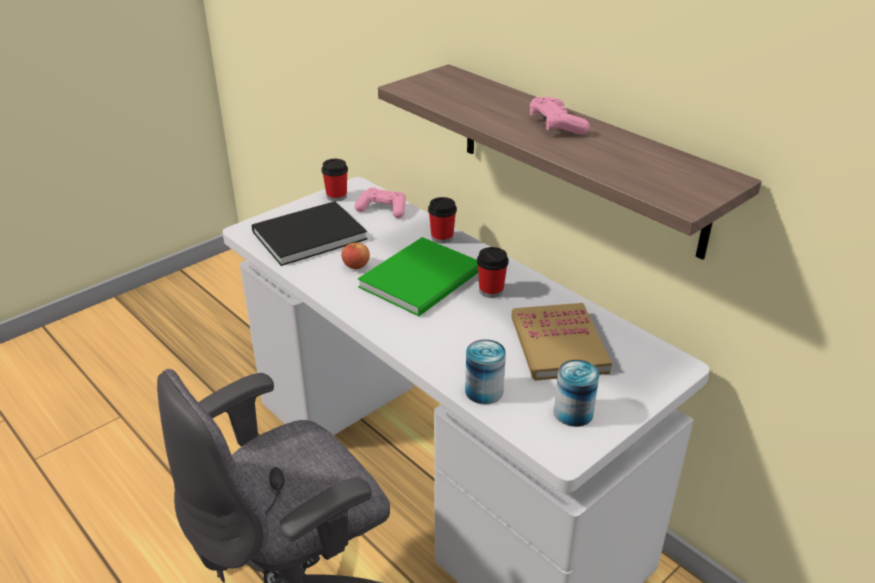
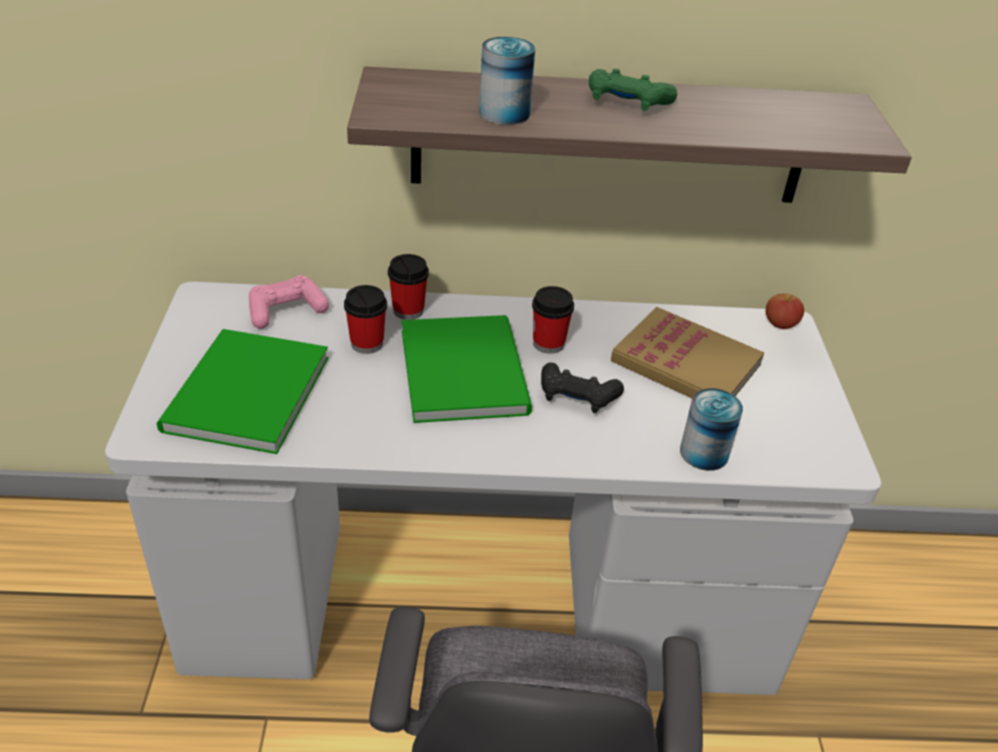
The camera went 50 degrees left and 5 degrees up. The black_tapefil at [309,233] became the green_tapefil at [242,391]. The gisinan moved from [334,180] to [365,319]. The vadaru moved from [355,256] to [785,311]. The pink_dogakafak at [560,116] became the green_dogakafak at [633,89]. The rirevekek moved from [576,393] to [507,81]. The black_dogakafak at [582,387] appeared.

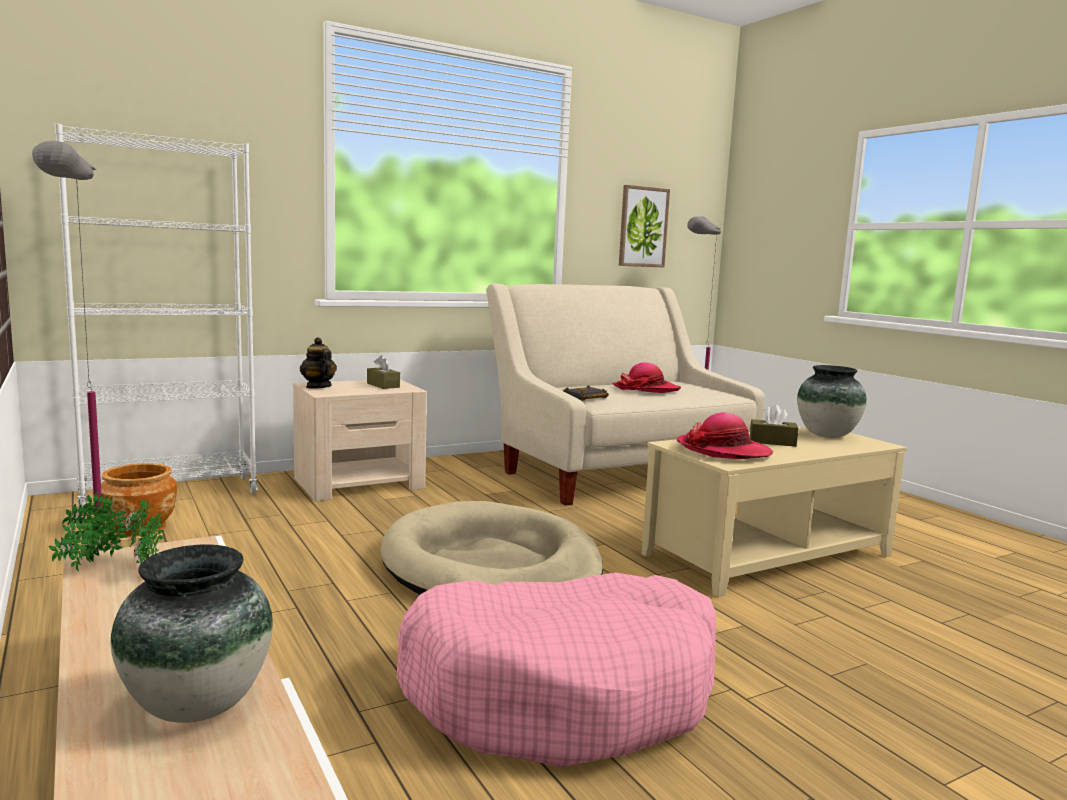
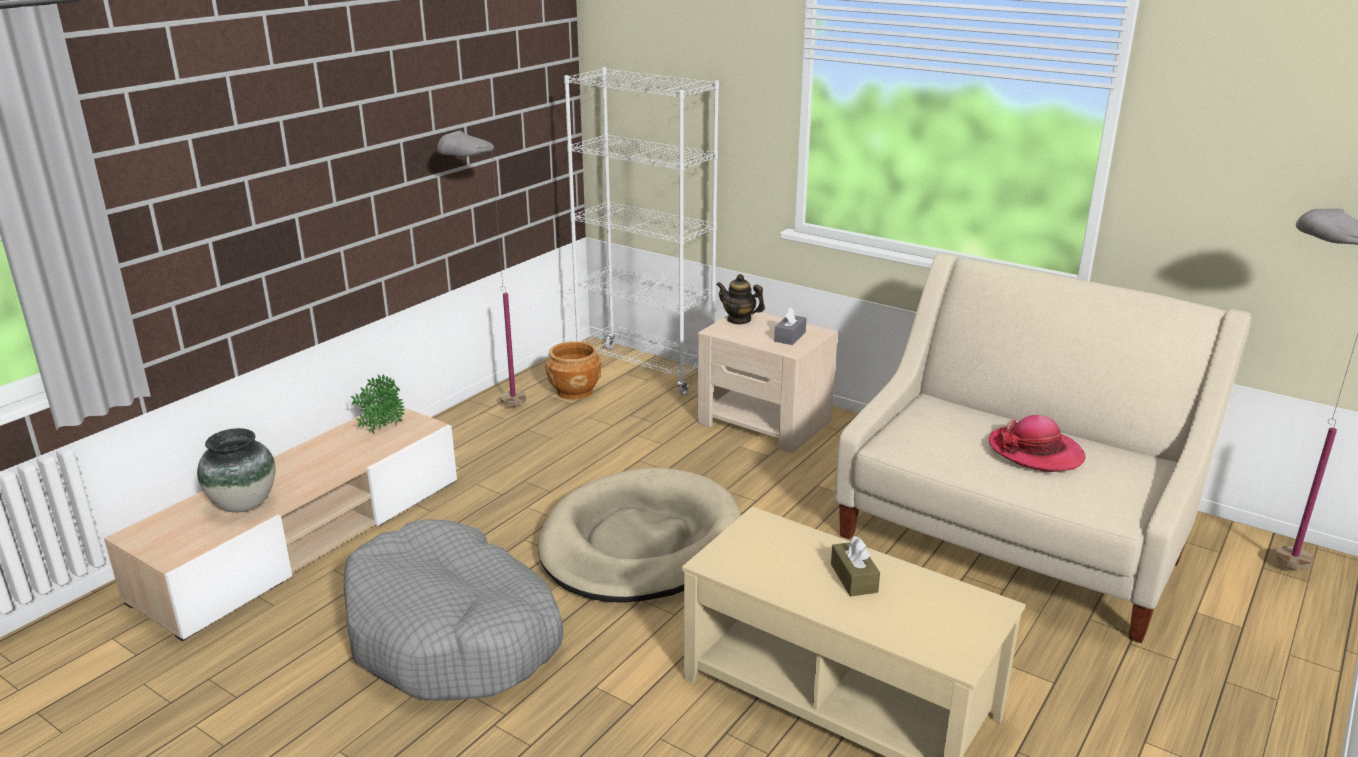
The camera went 65 degrees right and 15 degrees up. The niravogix at [318,363] turned 90 degrees counterclockwise. The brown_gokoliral at [383,372] became the grey_gokoliral at [790,326]. The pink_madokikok at [556,669] became the grey_madokikok at [453,610]. The black_tapefil at [586,393] disappeared. The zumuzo at [644,226] disappeared. The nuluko at [725,435] disappeared. The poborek at [832,401] disappeared.

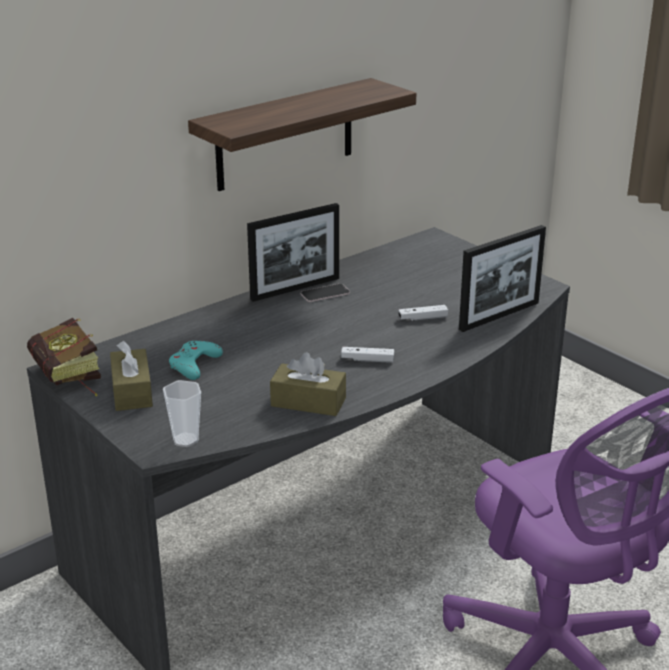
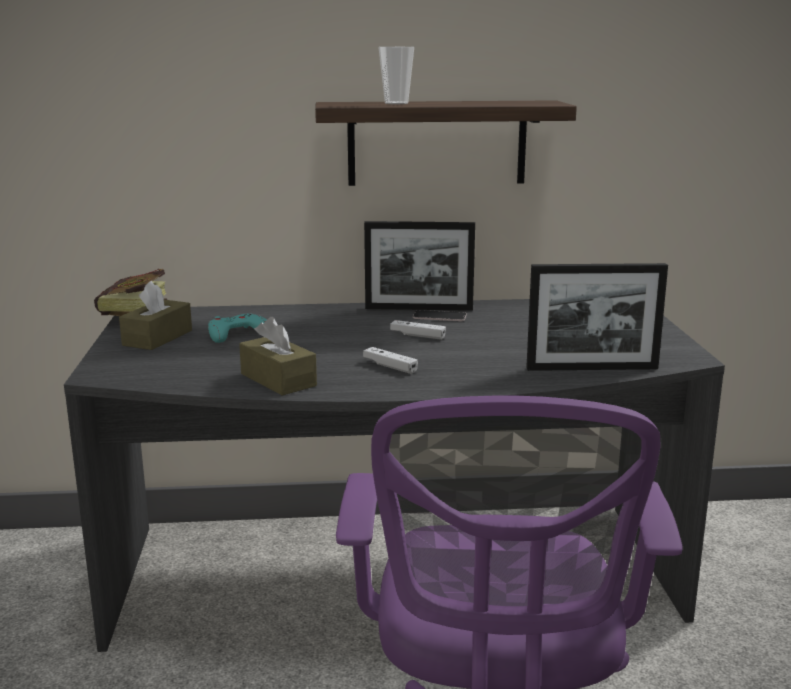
The camera went 35 degrees right and 10 degrees down. The gisinan moved from [182,413] to [396,76]. The white_dogakafak moved from [423,313] to [418,330].

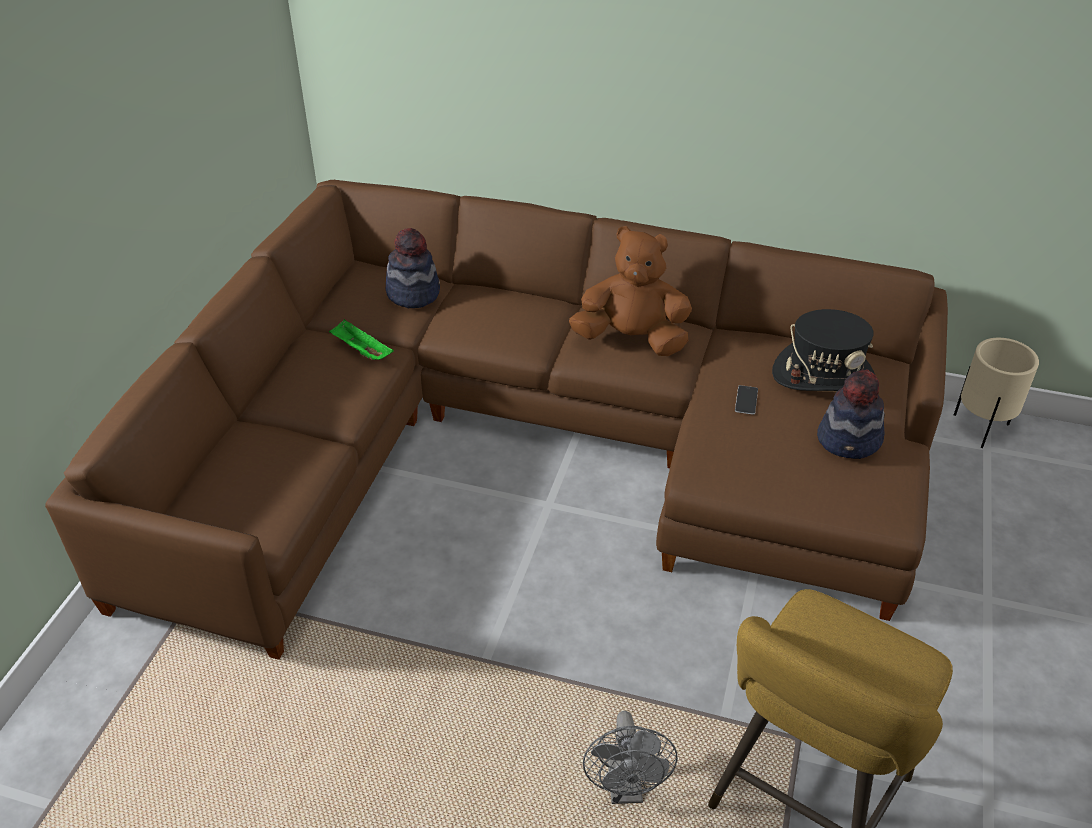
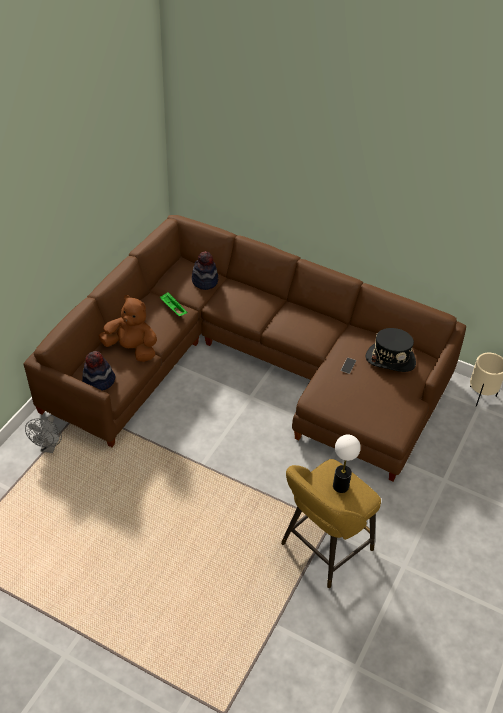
The camera went 10 degrees right and 5 degrees up. The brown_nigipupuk moved from [630,291] to [128,328]. The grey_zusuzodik moved from [630,757] to [43,434]. The nuluko moved from [851,414] to [98,371]. The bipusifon at [347,464] appeared.

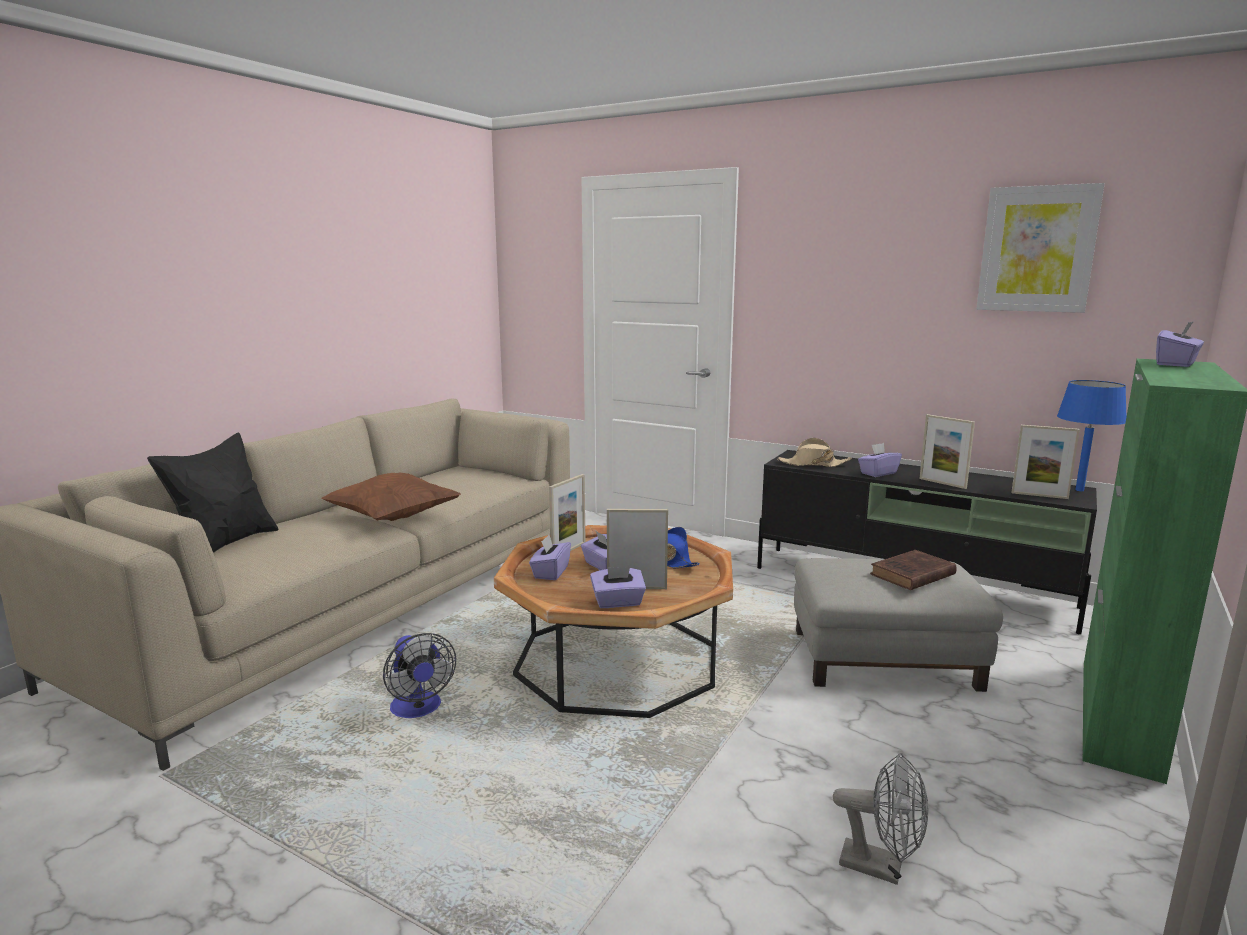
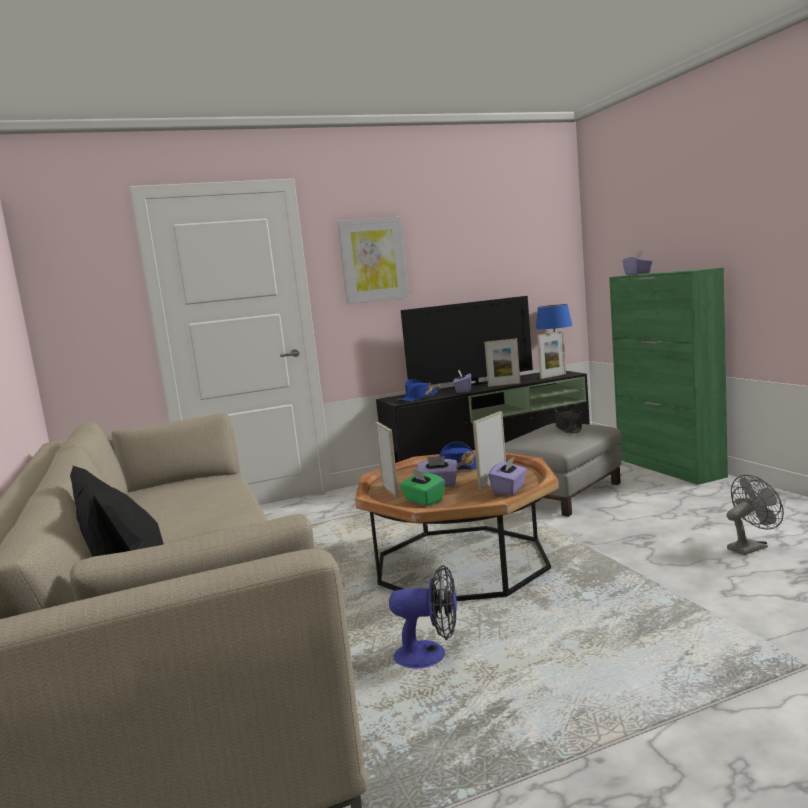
The camera went 50 degrees left and 5 degrees down. The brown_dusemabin at [391,497] disappeared. The purple_gokoliral at [550,557] became the green_gokoliral at [422,487]. The beige_nuluko at [814,452] became the blue_nuluko at [418,390]. The brown_tapefil at [913,570] was replaced by the black_nuluko at [568,421]. The zumuzo moved from [1040,248] to [373,260]. The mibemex at [467,342] appeared.

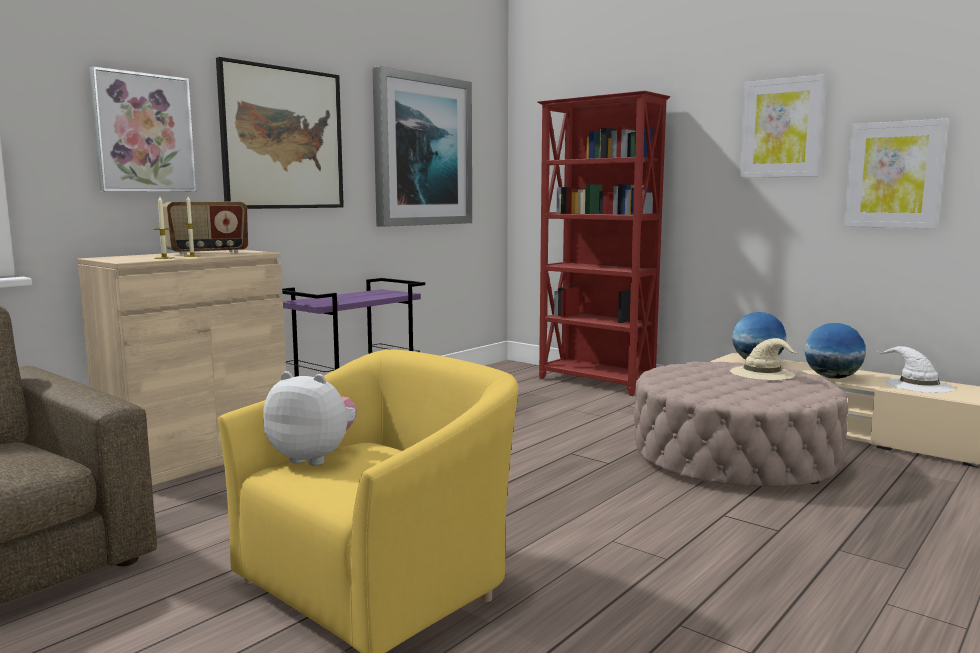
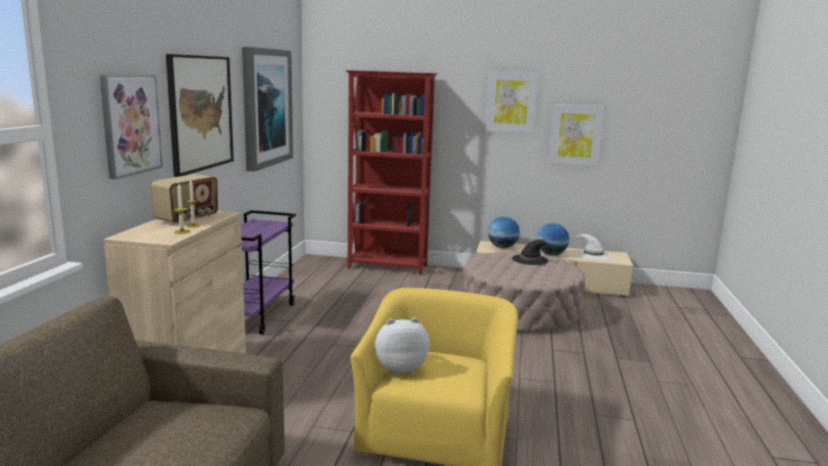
The camera went 30 degrees left and 5 degrees up. The beige_nuluko at [763,359] became the black_nuluko at [533,252].

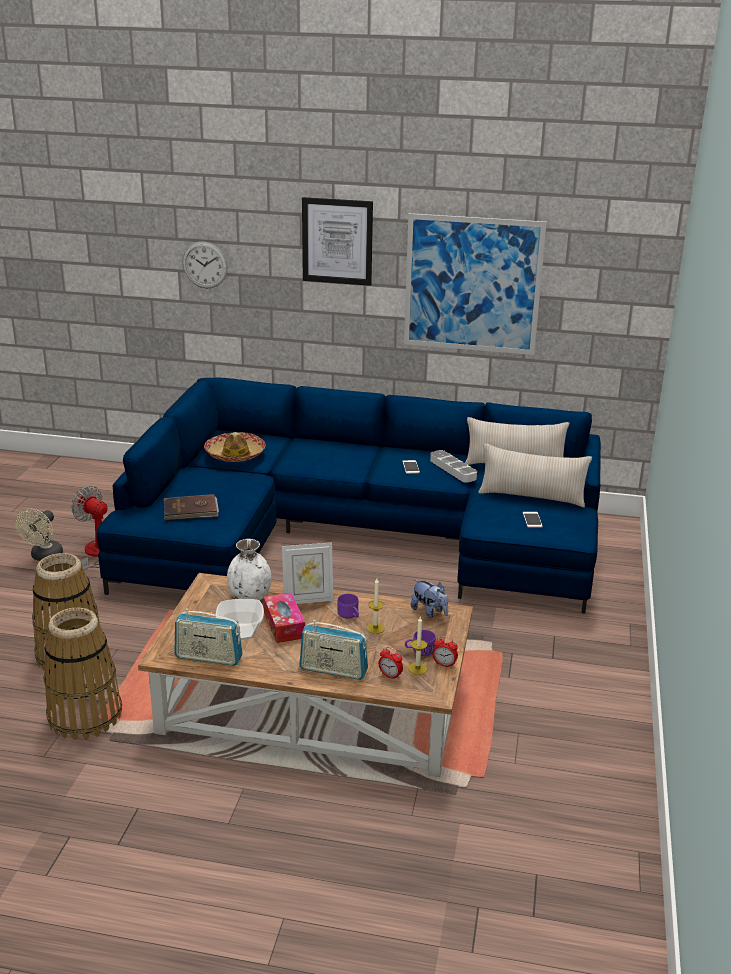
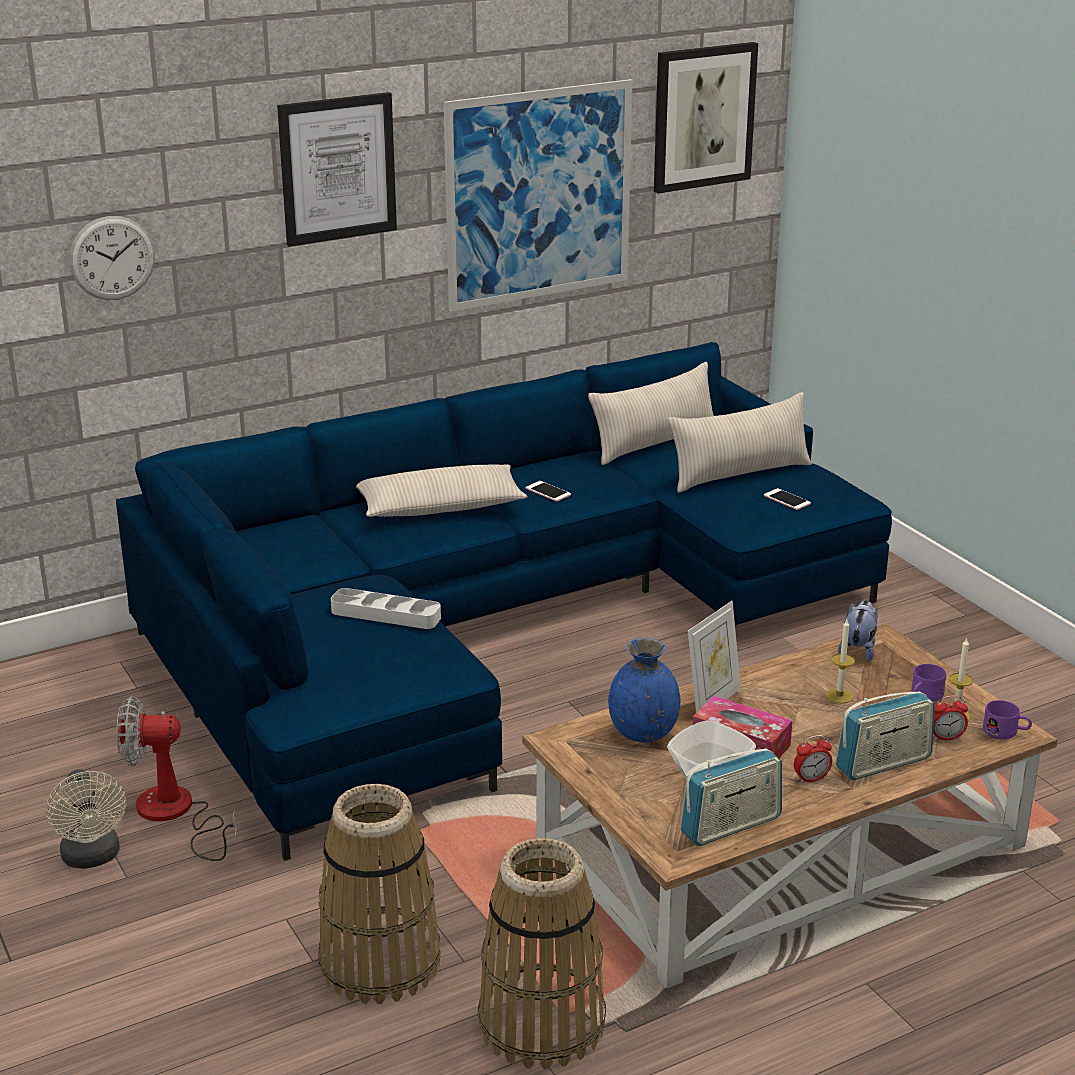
The camera went 40 degrees left and 0 degrees up. The brown_tapefil at [191,507] disappeared. The nuluko at [235,447] disappeared. The white_poborek at [249,570] became the blue_poborek at [644,690]. The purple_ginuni moved from [348,606] to [1007,720]. The nigipupuk at [429,599] turned 75 degrees counterclockwise. The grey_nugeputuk moved from [453,466] to [386,608]. The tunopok moved from [445,652] to [813,759]. The beige_dusemabin at [442,490] appeared. The zumuzo at [706,118] appeared.

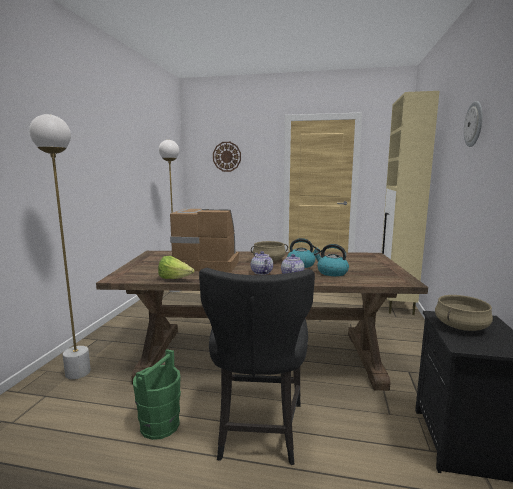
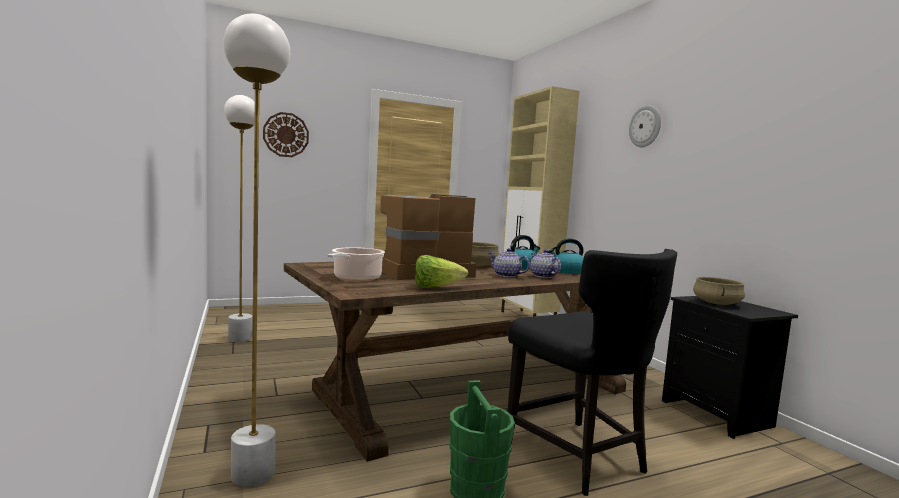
The camera went 35 degrees left and 5 degrees down. The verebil at [356,264] appeared.

